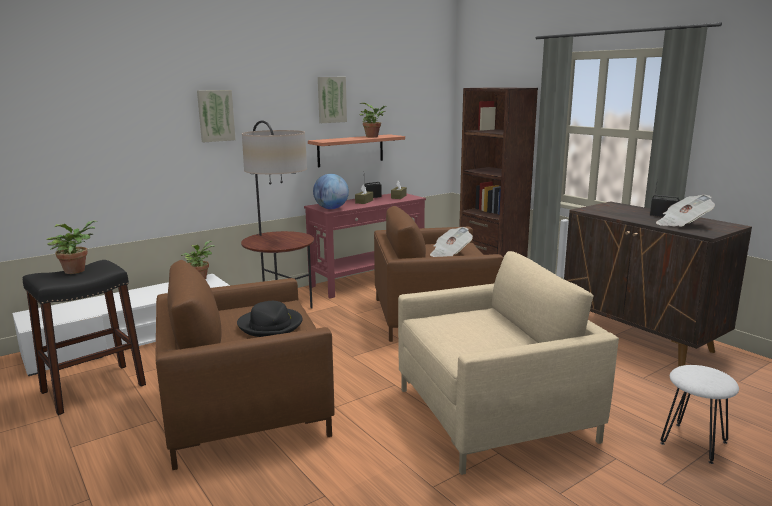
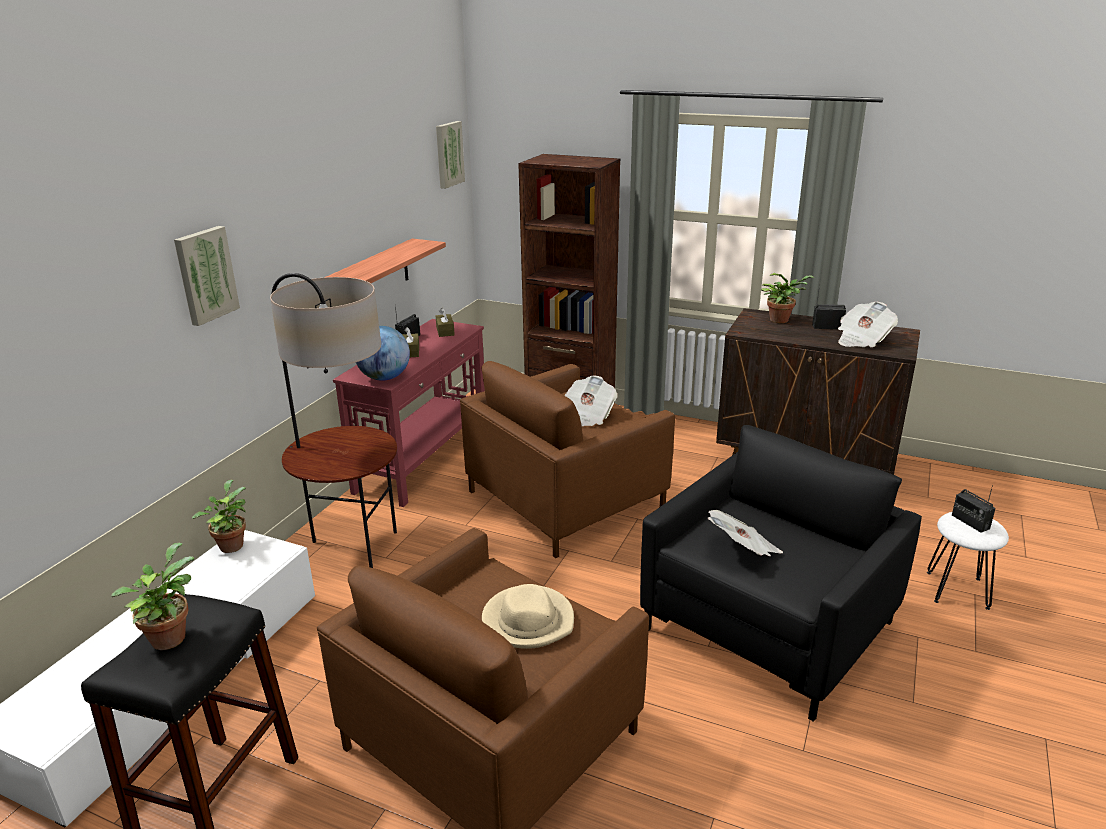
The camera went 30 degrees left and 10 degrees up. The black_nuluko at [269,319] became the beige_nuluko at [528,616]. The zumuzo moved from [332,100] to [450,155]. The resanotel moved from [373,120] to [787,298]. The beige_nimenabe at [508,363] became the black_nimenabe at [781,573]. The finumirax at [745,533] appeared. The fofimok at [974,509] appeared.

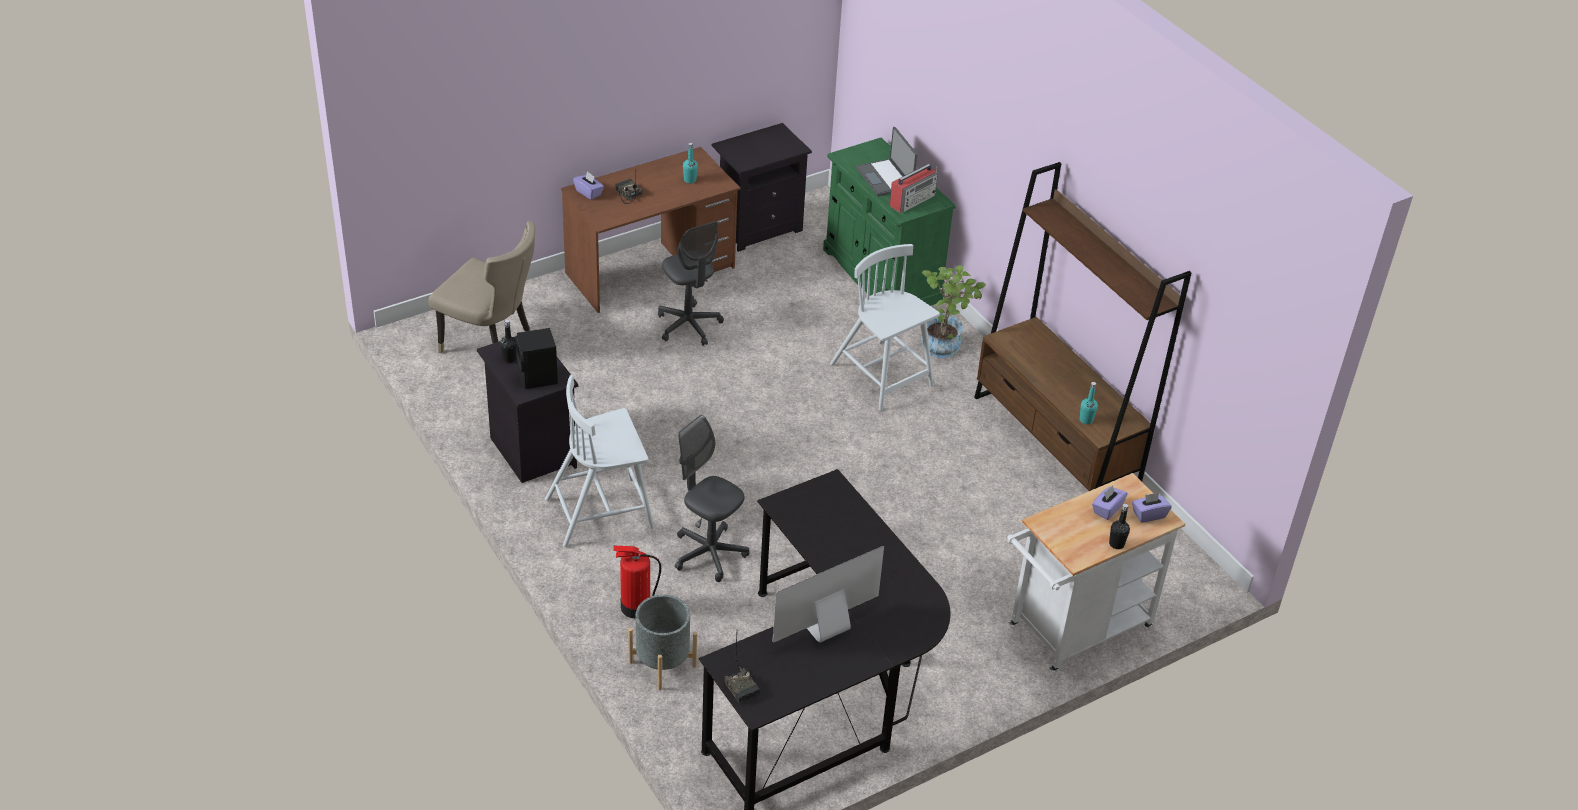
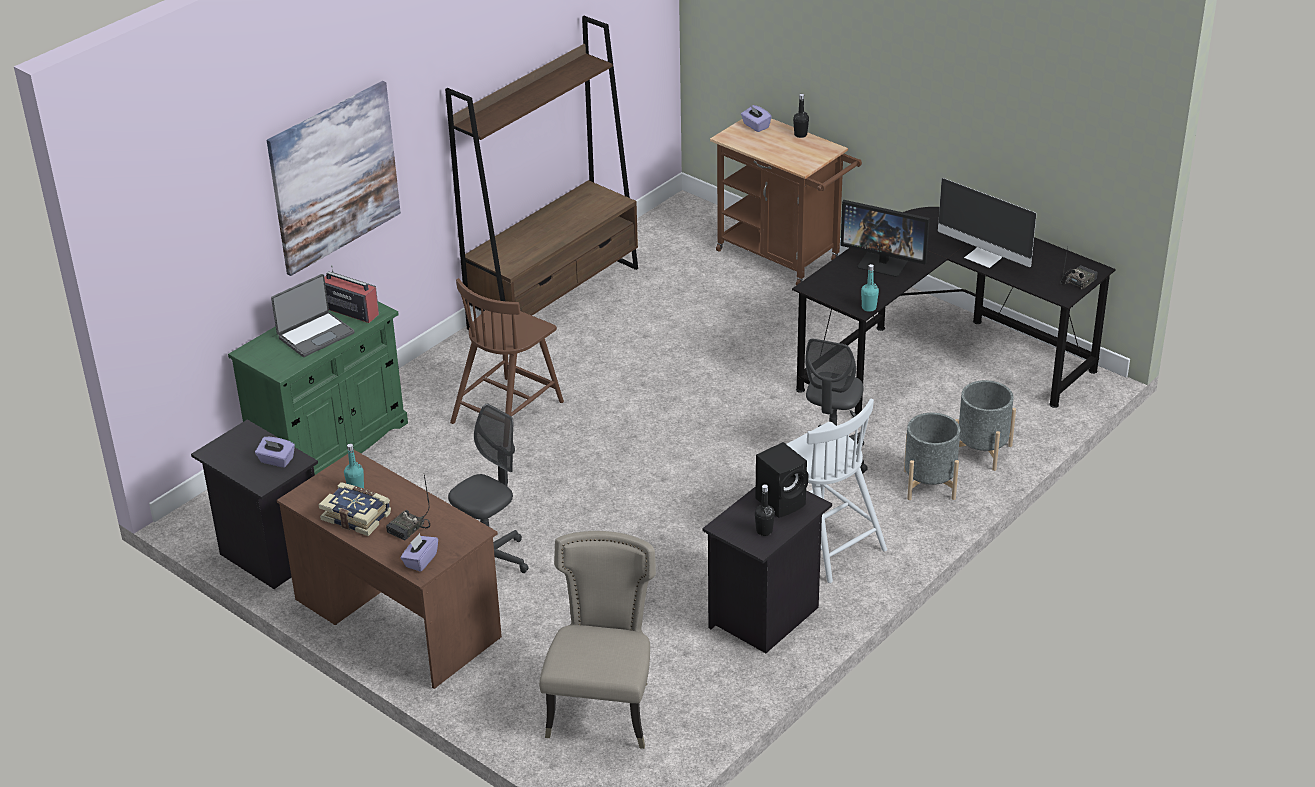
The camera went 105 degrees left and 5 degrees down. The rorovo at [637,582] was replaced by the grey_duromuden at [932,456]. The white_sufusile at [885,327] became the brown_sufusile at [507,351]. The resanotel at [953,311] disappeared. The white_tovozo at [1096,573] became the brown_tovozo at [786,201]. The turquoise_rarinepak moved from [1089,403] to [870,288]. The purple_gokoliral moved from [1109,503] to [275,452]. The zumuzo at [334,178] appeared. The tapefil at [355,509] appeared. The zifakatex at [885,238] appeared.

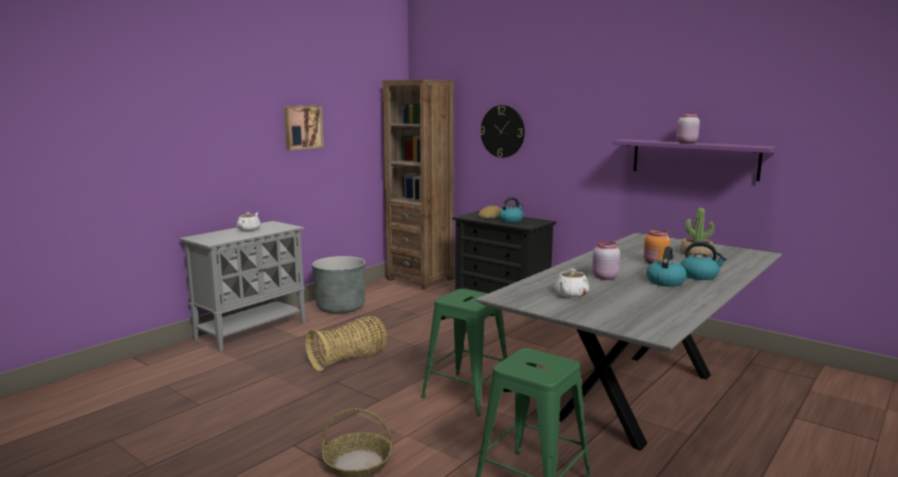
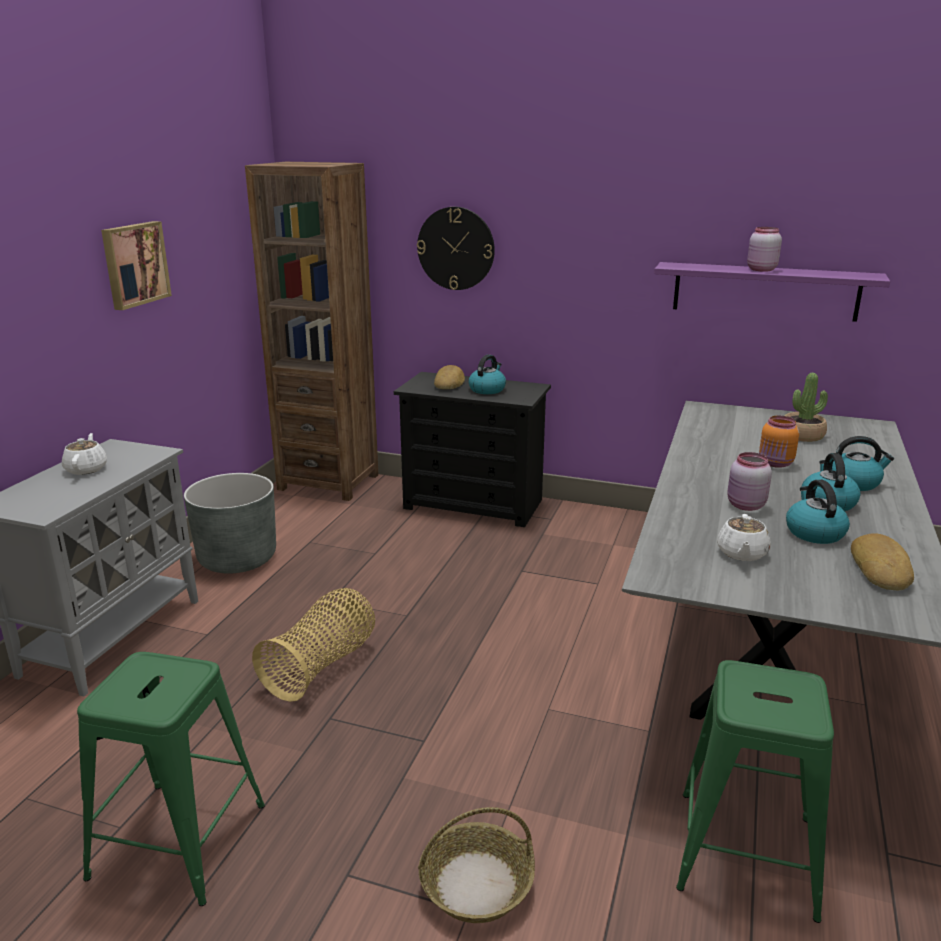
The camera went 20 degrees left and 10 degrees up. The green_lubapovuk moved from [464,352] to [171,779]. The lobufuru at [818,512] appeared. The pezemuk at [882,561] appeared.

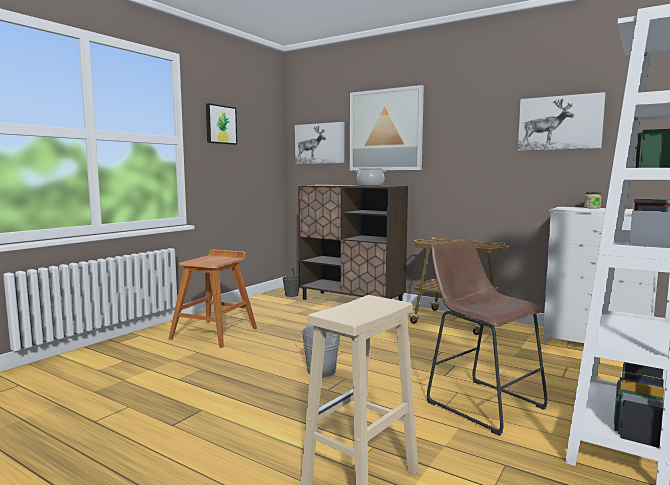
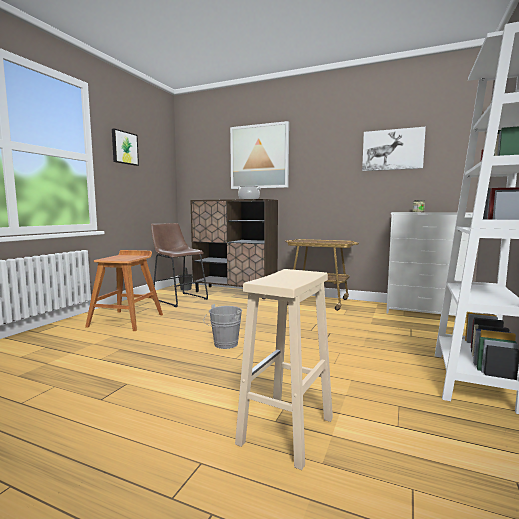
The camera went 10 degrees left and 0 degrees up. The zumuzo at [319,143] disappeared. The brown_lubapovuk moved from [487,338] to [179,265].

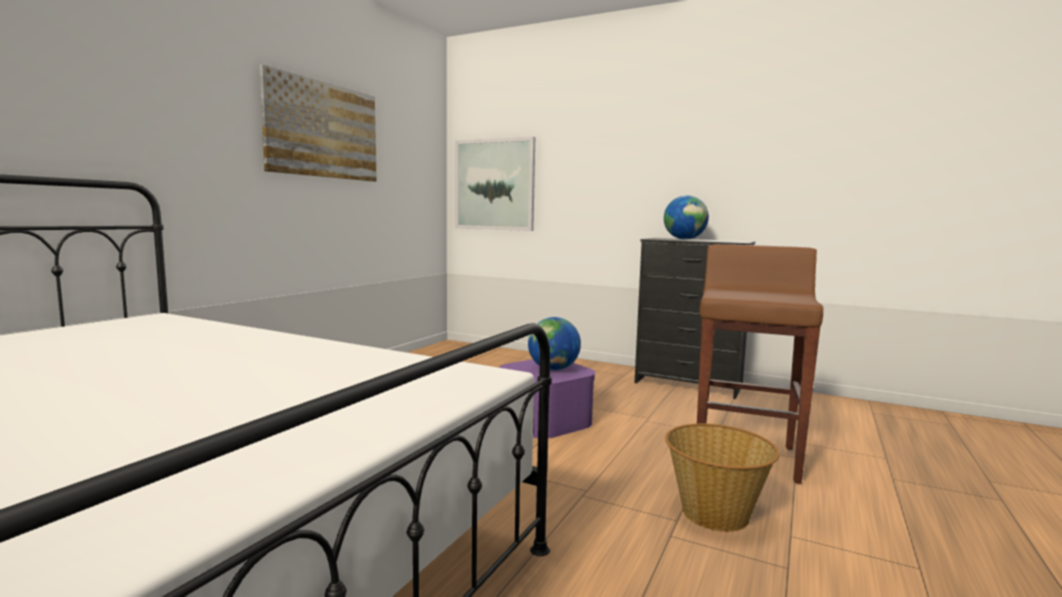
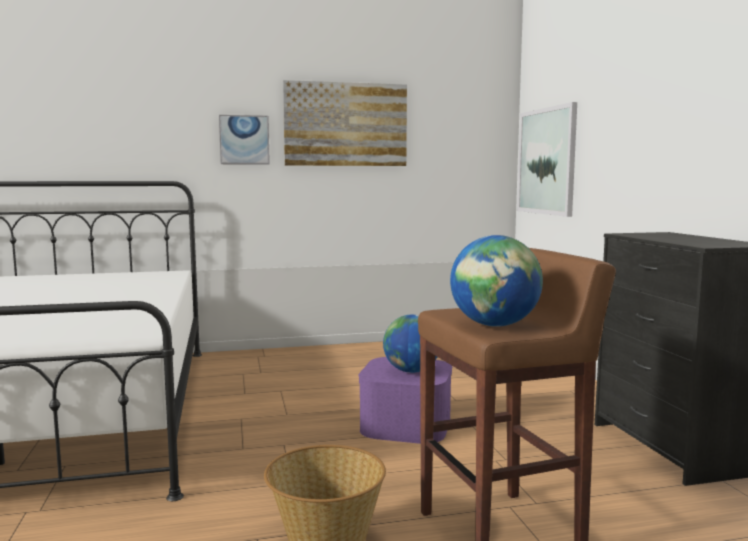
The camera went 50 degrees right and 0 degrees up. The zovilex moved from [686,217] to [496,281]. The zumuzo at [244,140] appeared.

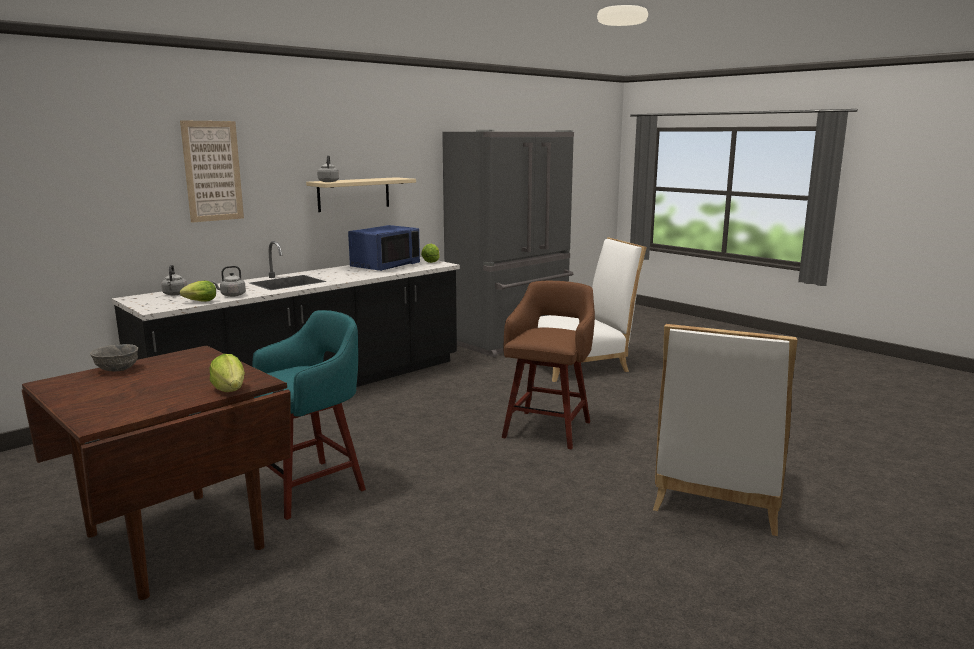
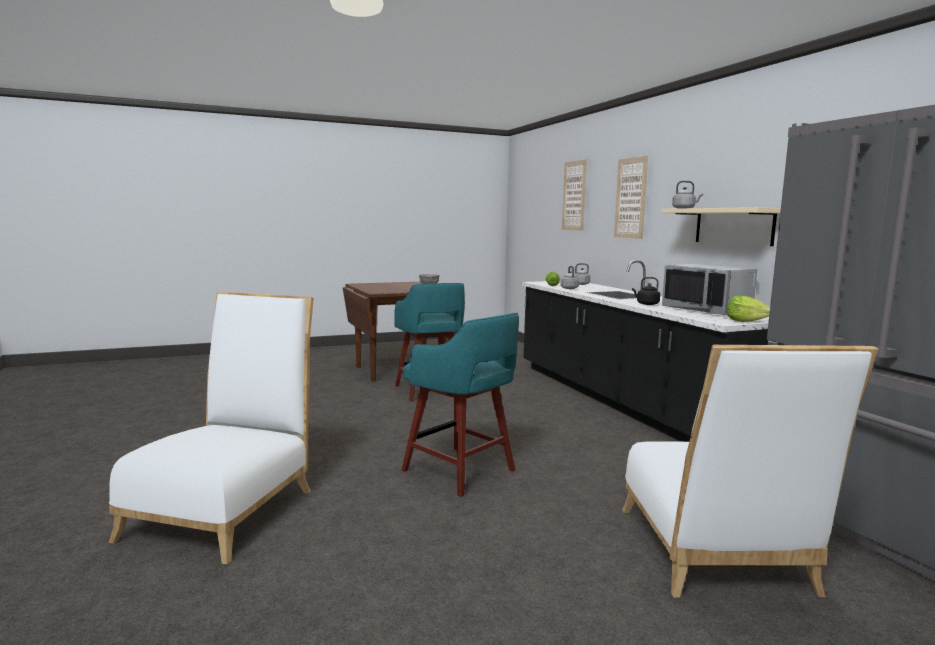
The camera went 110 degrees right and 5 degrees down. The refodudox at [227,373] disappeared. The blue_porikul at [384,248] became the grey_porikul at [709,289]. The brown_lubapovuk at [548,365] became the turquoise_lubapovuk at [460,405]. The white_sufusile at [725,430] turned 60 degrees clockwise. The zumuzo at [574,195] appeared. The black_lobufuru at [646,291] appeared.

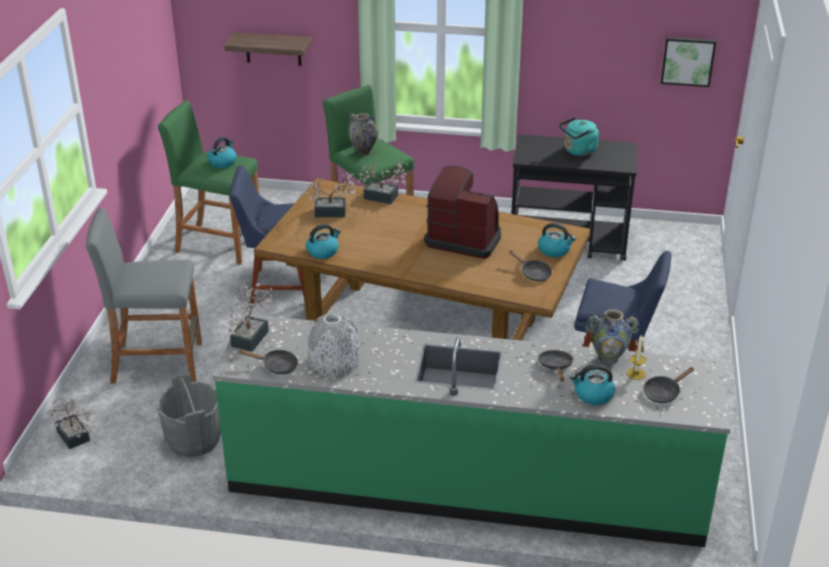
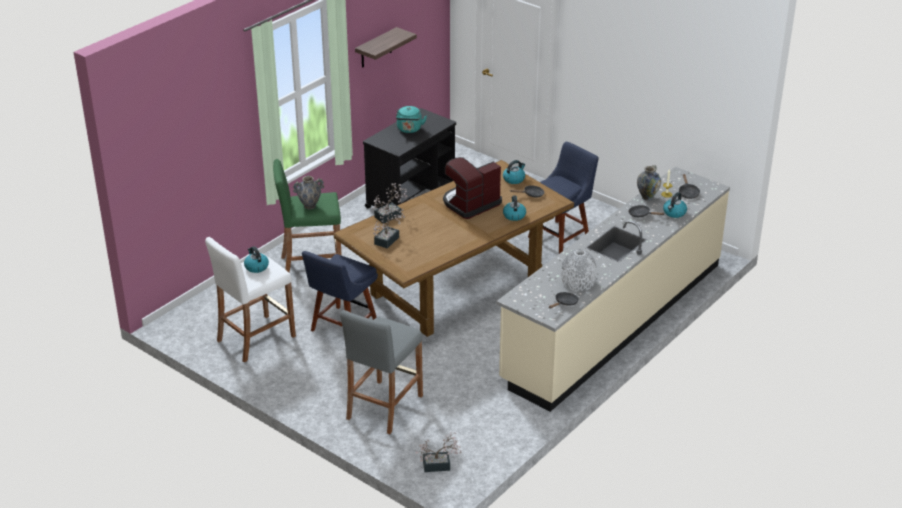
The camera went 60 degrees left and 0 degrees up. The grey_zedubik at [189,415] disappeared. The green_lubapovuk at [208,182] became the white_lubapovuk at [250,300]. The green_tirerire at [472,430] became the beige_tirerire at [613,289]. The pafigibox moved from [267,49] to [386,47]. The resanotel at [251,317] disappeared. The lobufuru moved from [323,241] to [514,208]. The zumuzo at [688,62] disappeared.

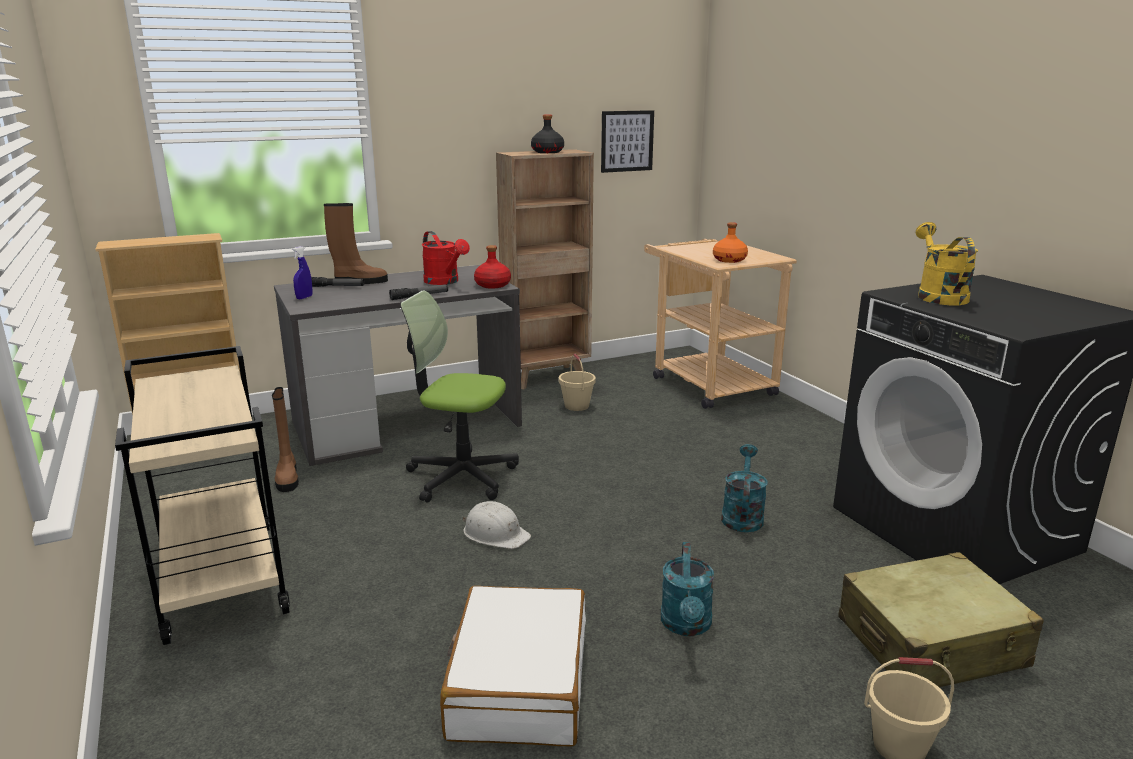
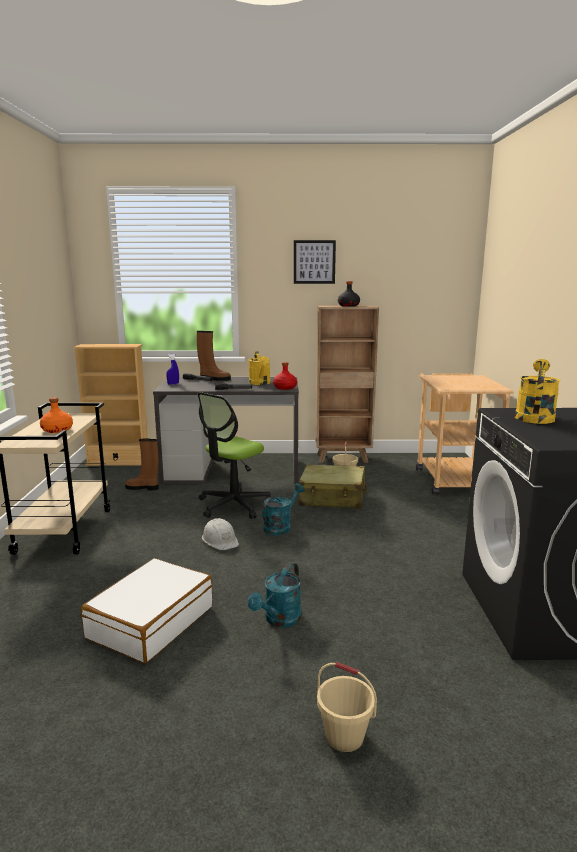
The camera went 25 degrees right and 5 degrees down. The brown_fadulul at [285,439] turned 90 degrees clockwise. The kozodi at [459,396] turned 90 degrees counterclockwise. The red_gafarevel at [446,258] became the yellow_gafarevel at [260,368]. The zumuzo moved from [627,141] to [315,262]. The orange_rarinepak moved from [730,242] to [56,415]. The turquoise_gafarevel moved from [744,488] to [283,509]. The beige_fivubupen moved from [941,619] to [333,486].

